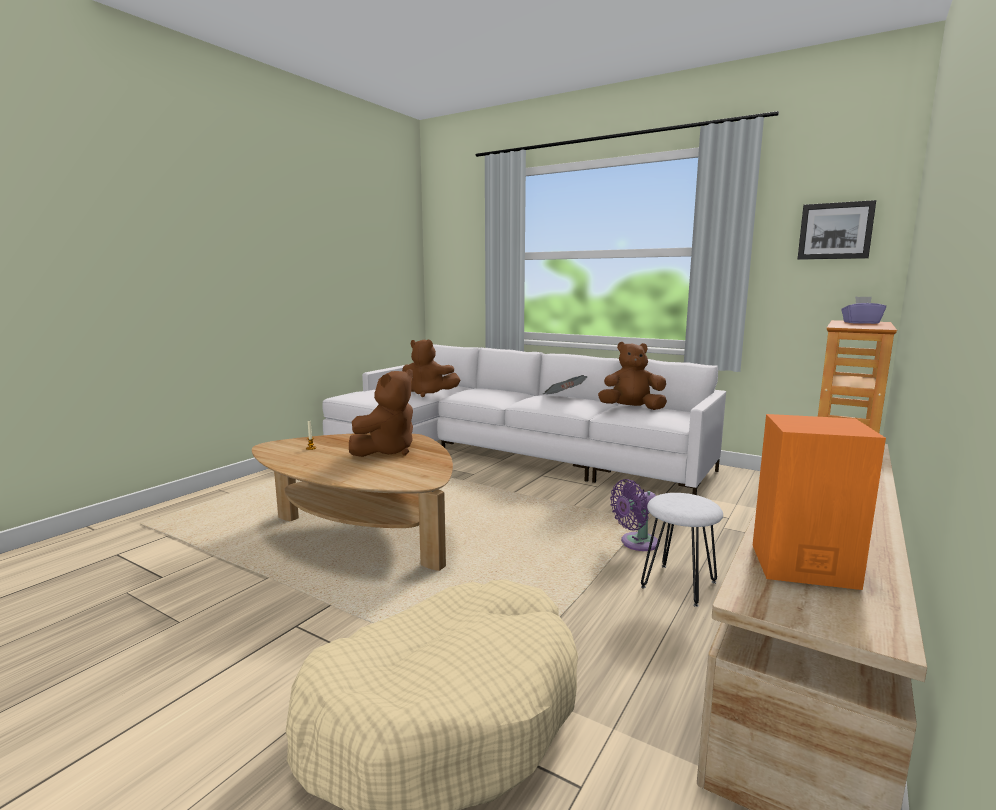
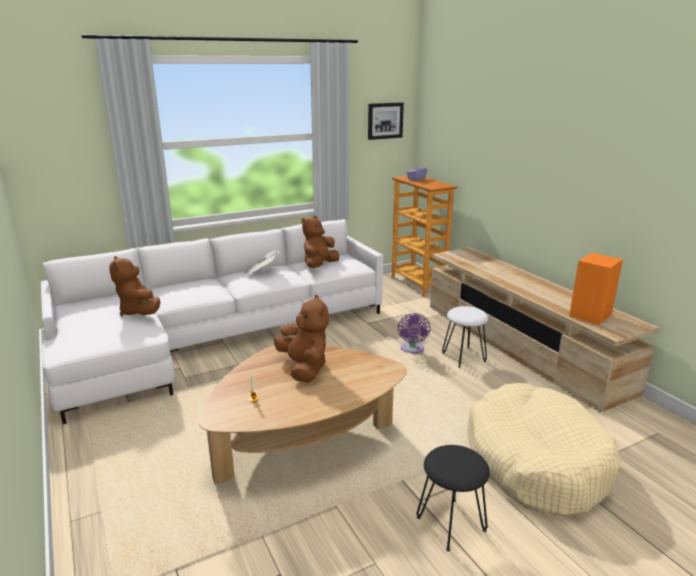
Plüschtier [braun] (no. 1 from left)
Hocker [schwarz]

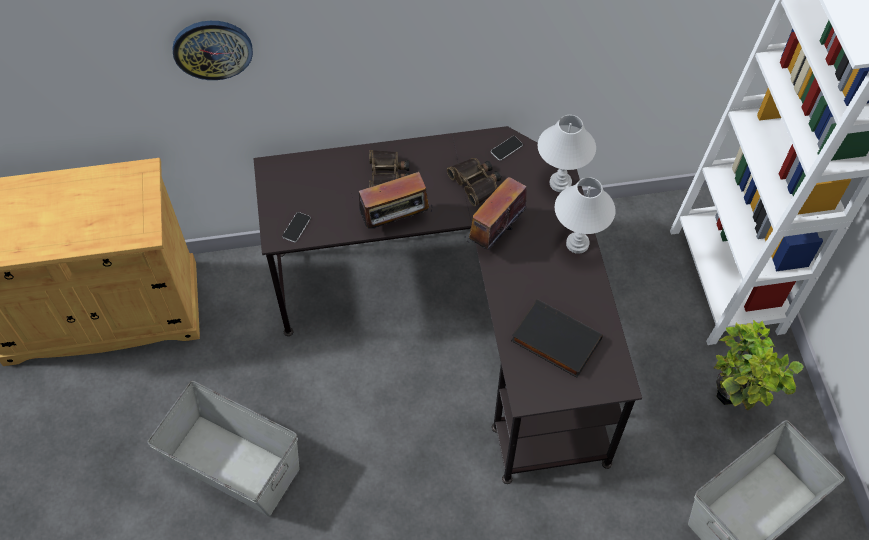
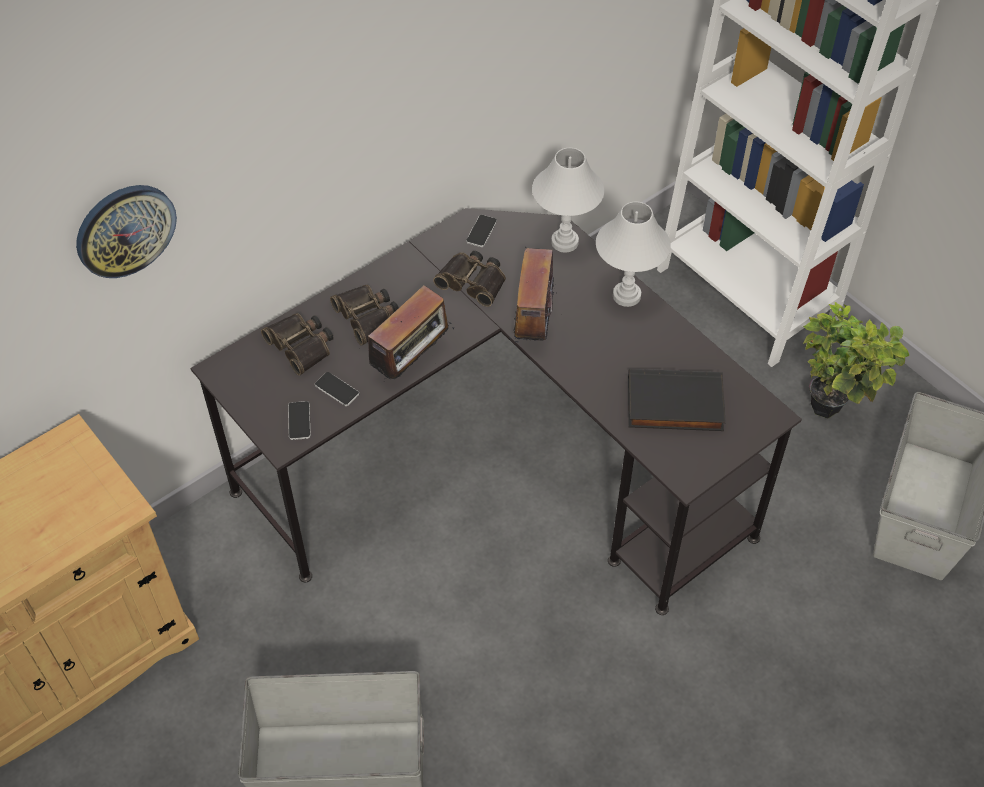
Fernglas (no. 1 from left)
Handy (no. 2 from left)

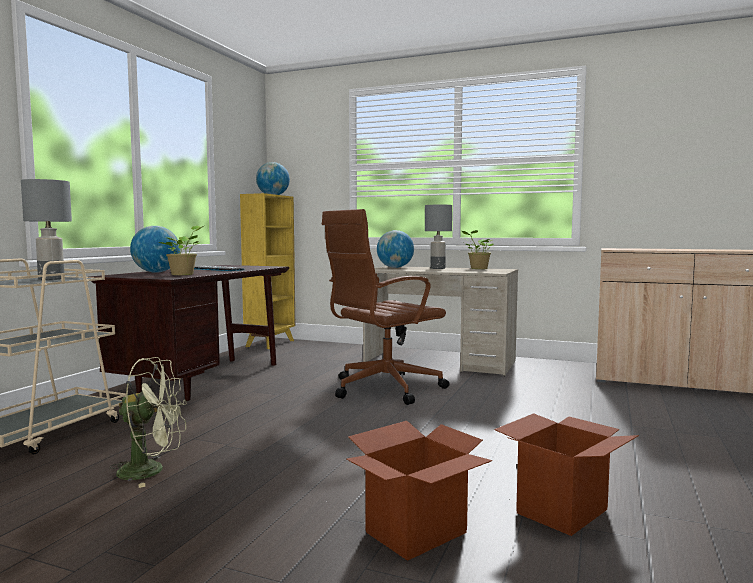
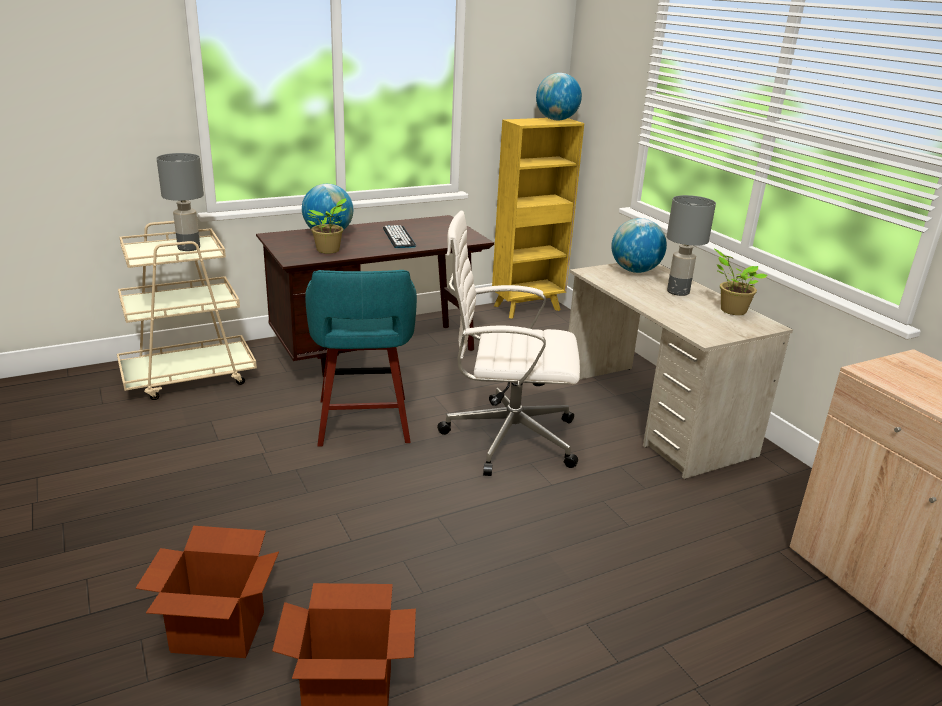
Hocker [türkis]
Bürostuhl [weiß]
Ventilator [grün]

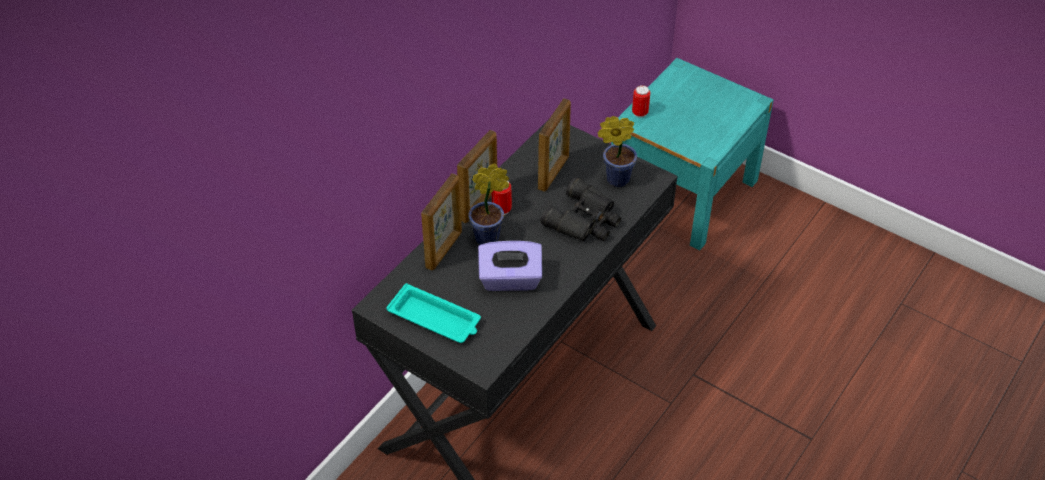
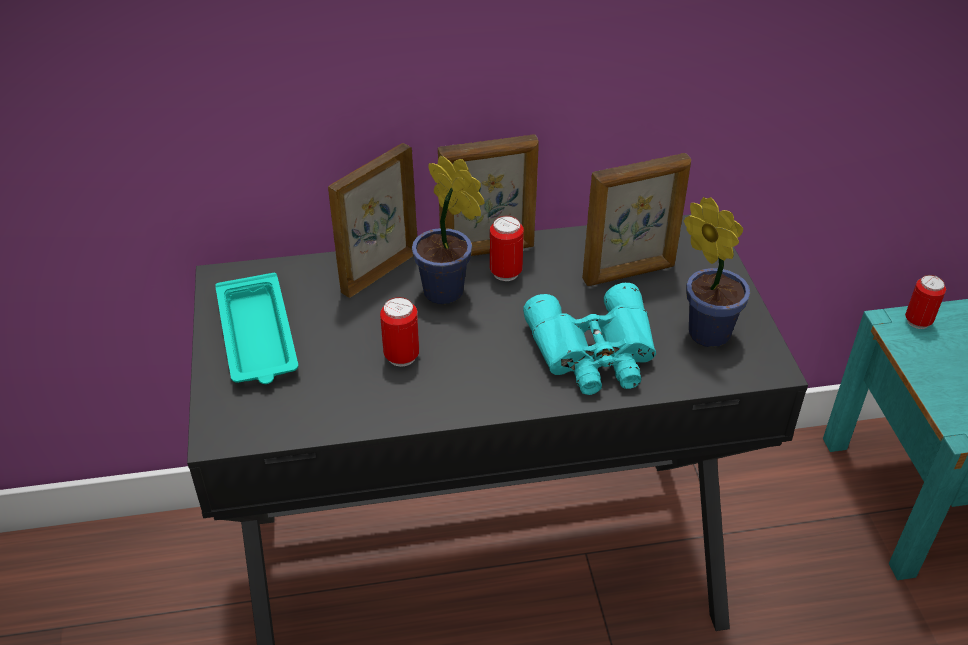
Bilderrahmen (no. 1 from left)
Dose (no. 1 from left)
Fernglas [türkis]

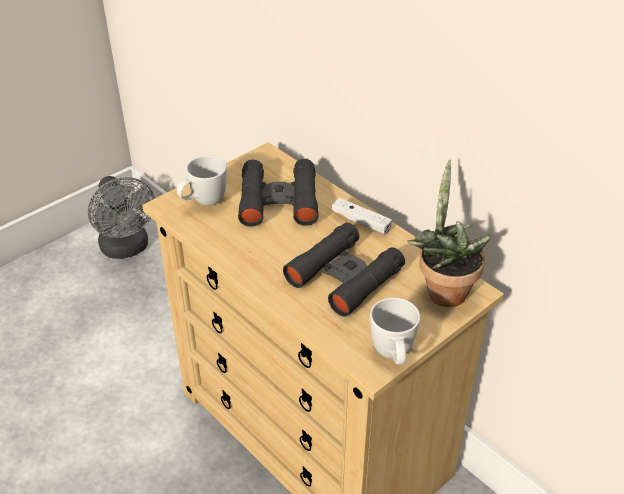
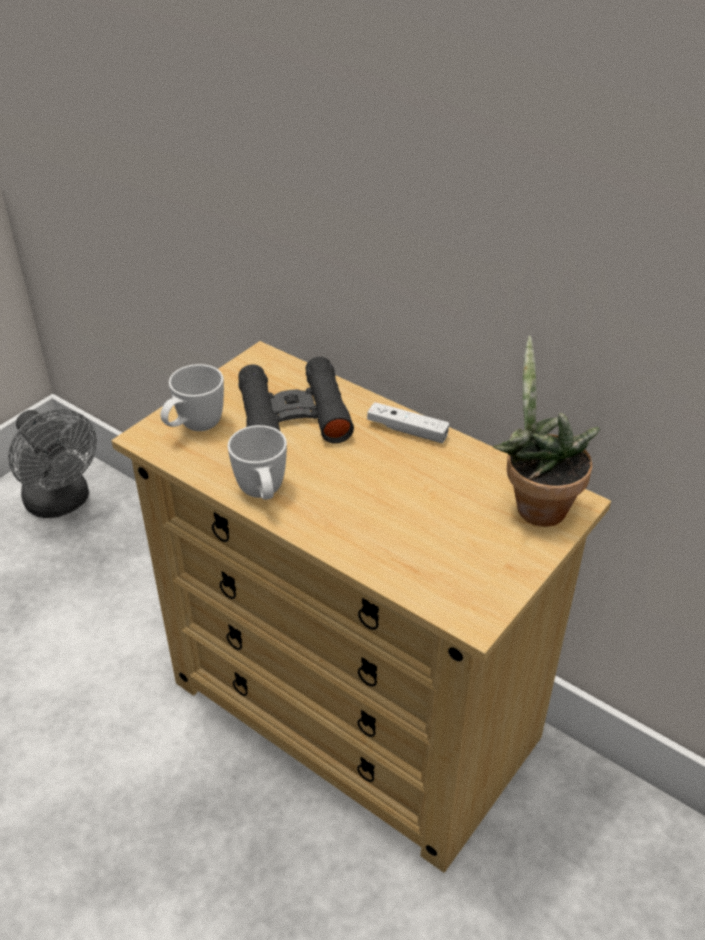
Henkelbecher [weiß] (no. 2 from left)
Fernglas [schwarz] (no. 2 from left in the first image)

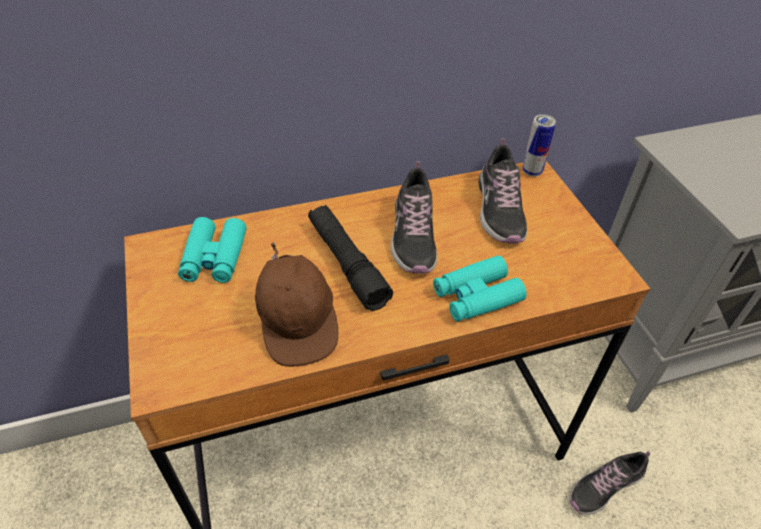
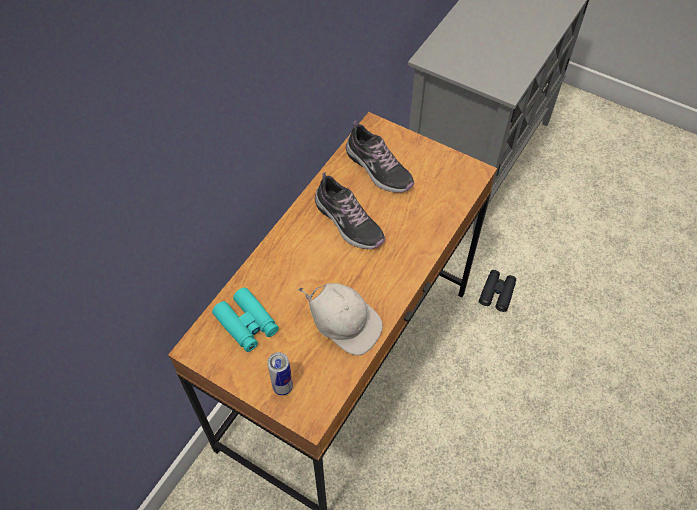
Dose
Kappe [weiß]
Fernglas [schwarz]
Taschenlampe [schwarz]
Fernglas [türkis] (no. 2 from left in the first image)

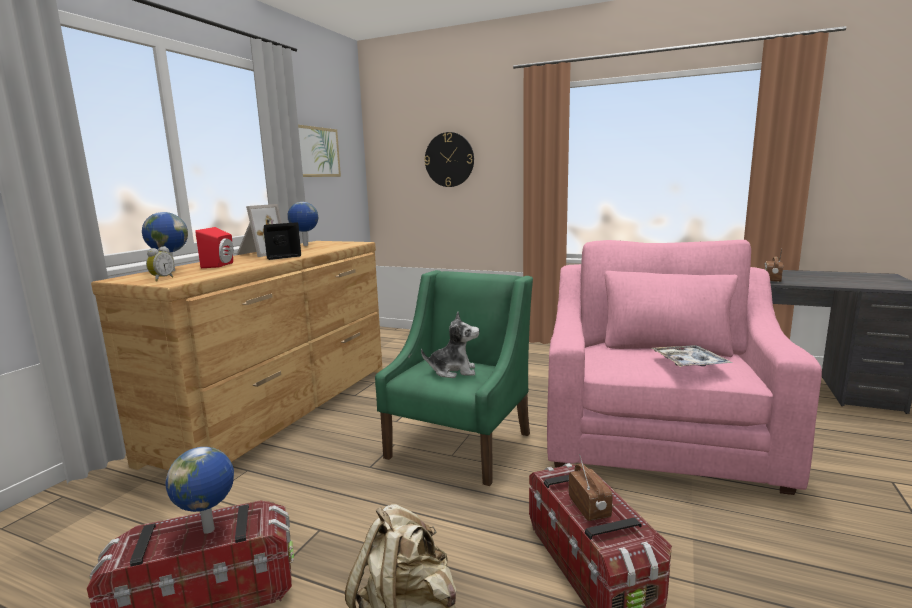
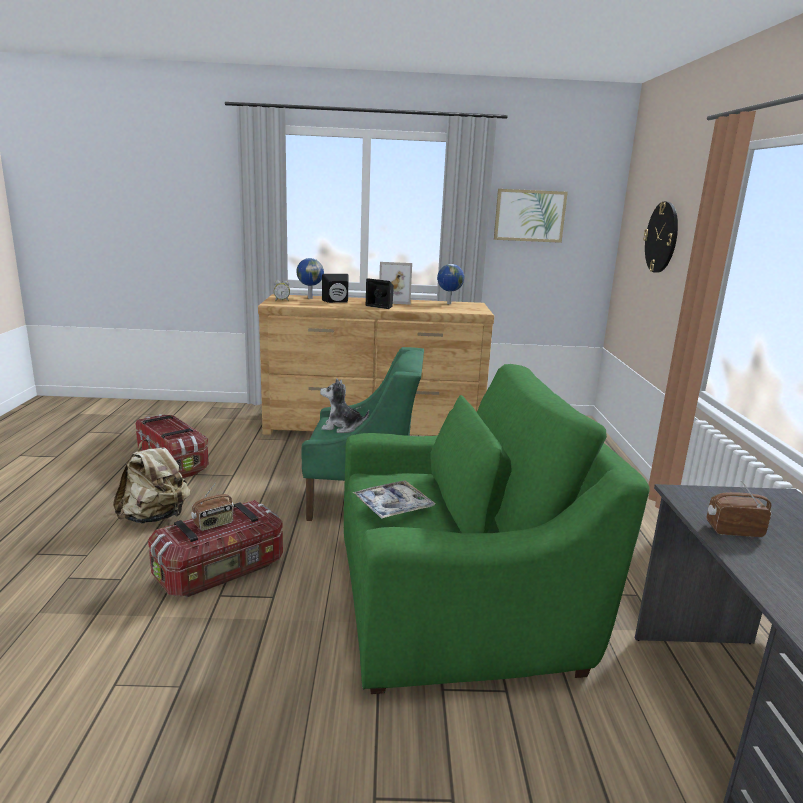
Plüschtier
Lautsprecher [schwarz] (no. 1 from left)
Sessel [grün] (no. 2 from left)
Globus (no. 2 from left in the first image)

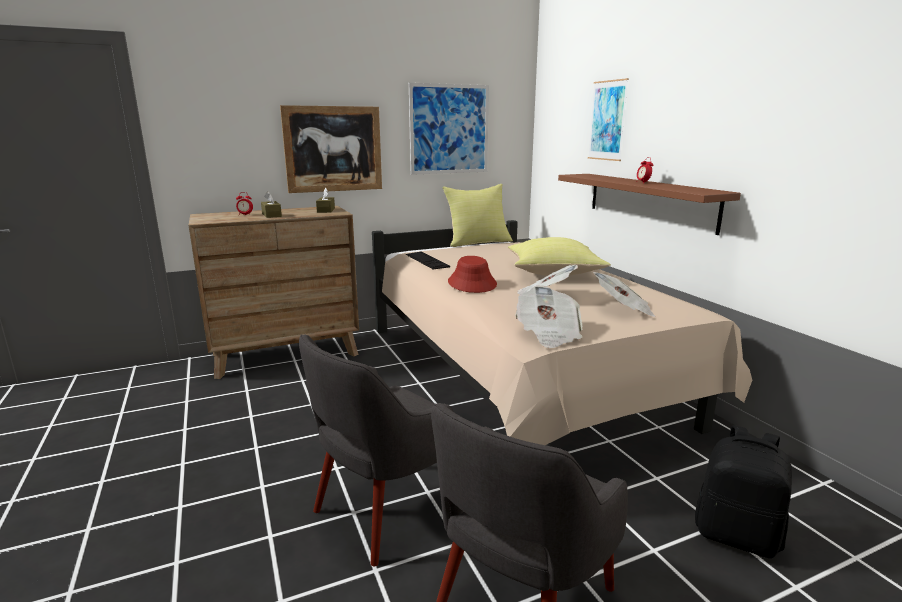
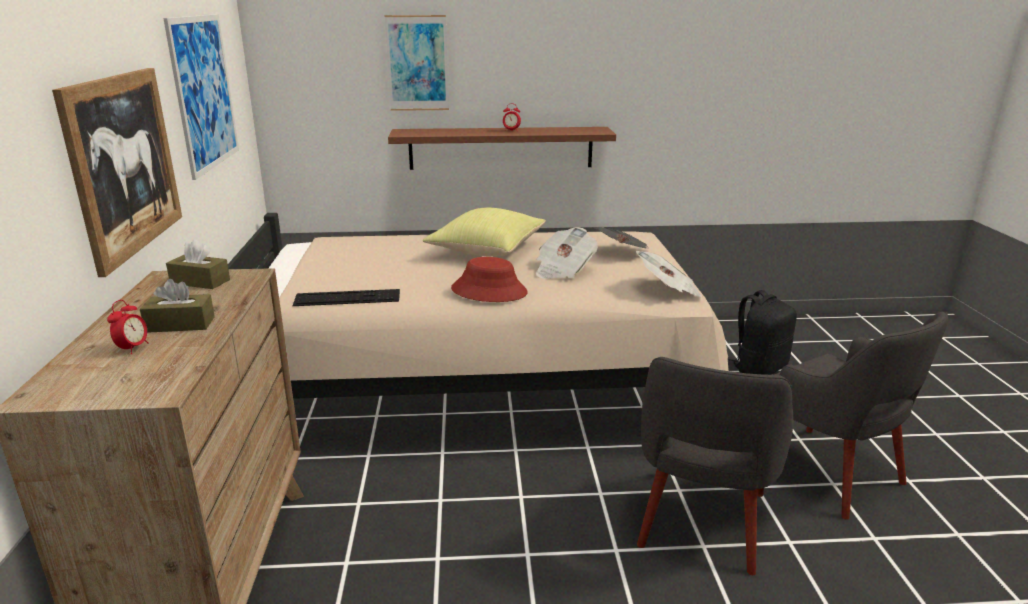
Sessel [grau] (no. 1 from left)
Kissen [gelb] (no. 1 from left in the first image)

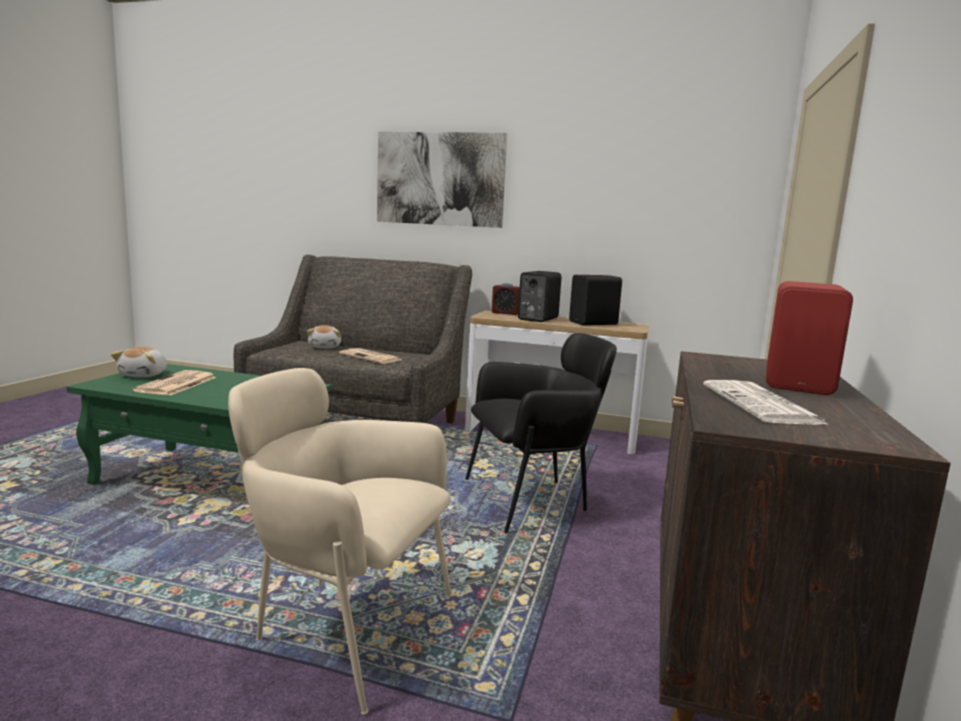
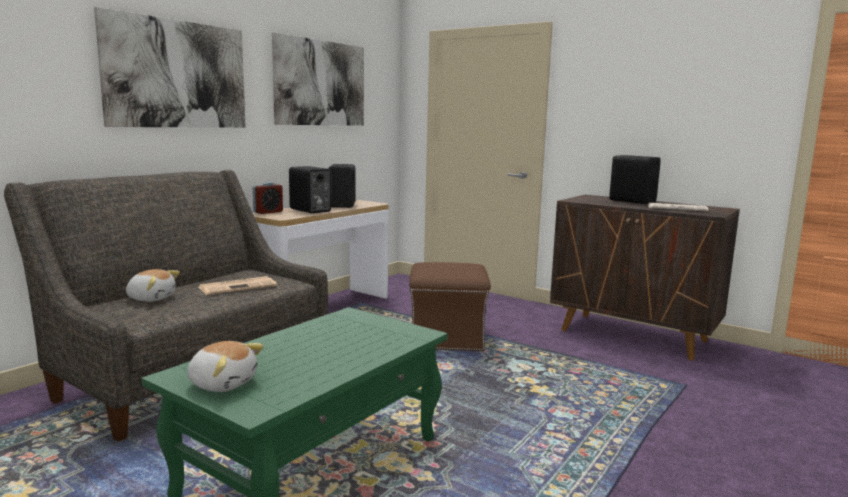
Bild (no. 2 from left)
Polsterhocker [braun]
Lautsprecher [schwarz] (no. 3 from left)
Zeitung (no. 1 from left in the first image)
Sessel [beige]

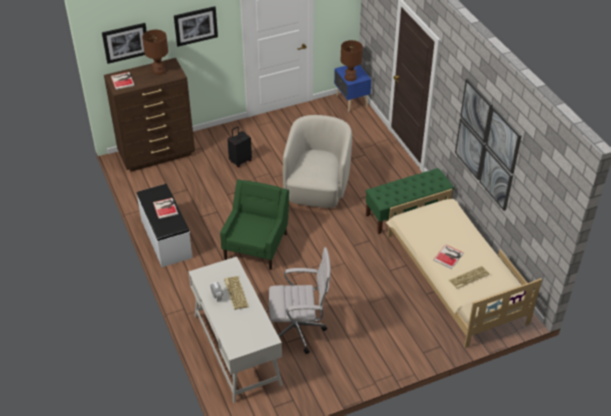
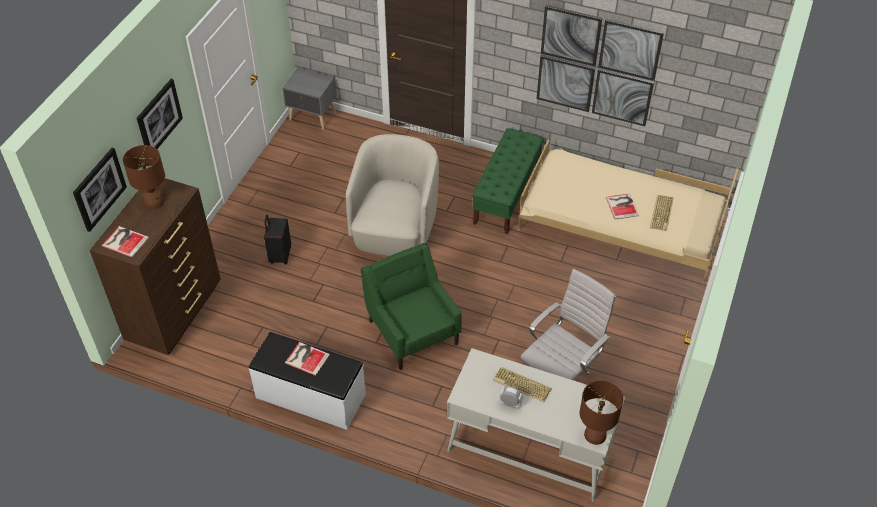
Nachttisch [grau]
Sessel [beige]
Tischlampe [braun] (no. 2 from left)

